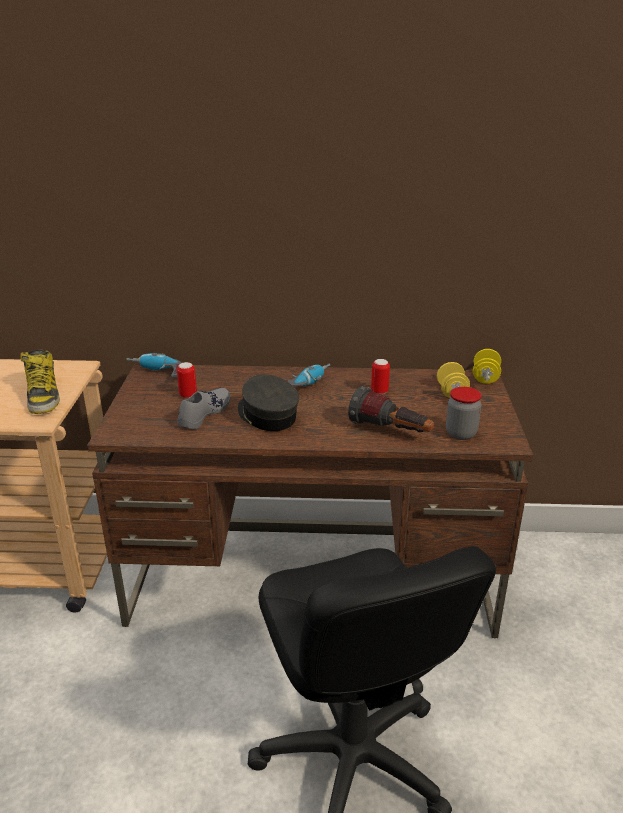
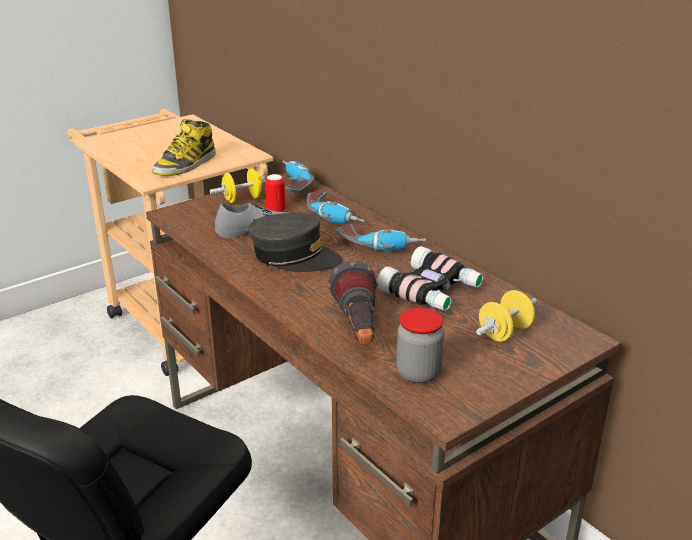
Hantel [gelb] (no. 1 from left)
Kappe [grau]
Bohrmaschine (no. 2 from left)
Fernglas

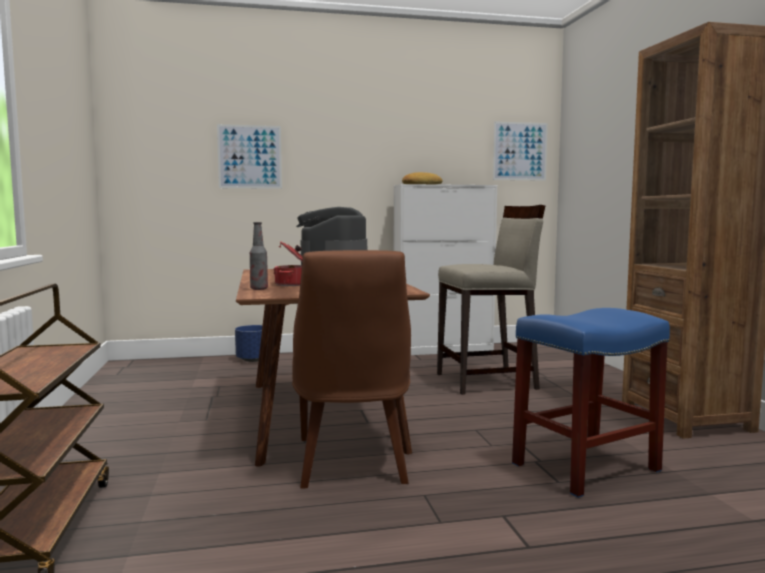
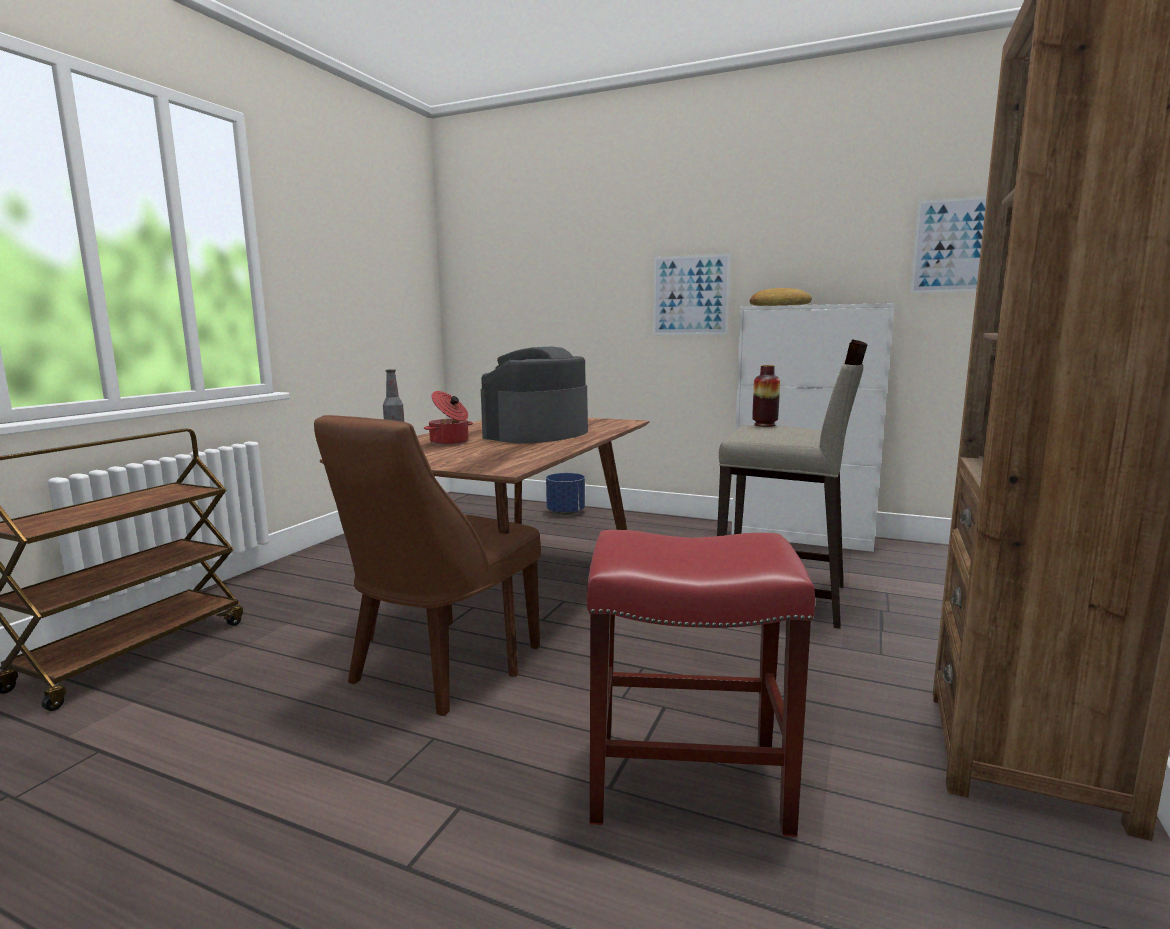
Hocker [rot]
Bild (no. 1 from left)
Vase

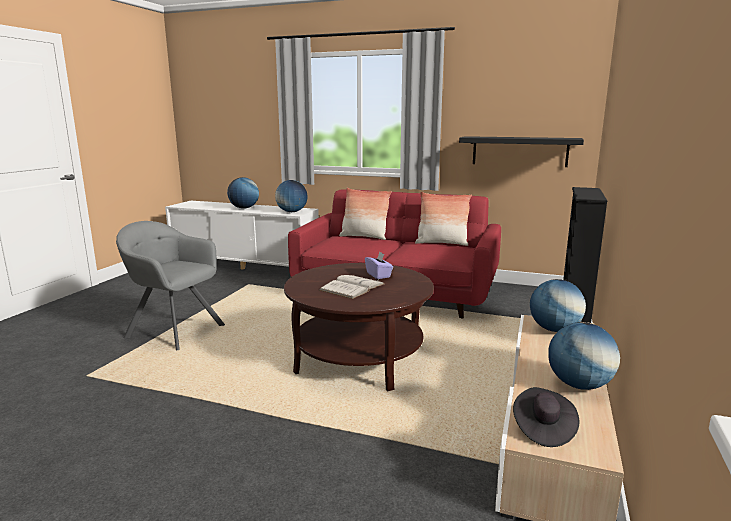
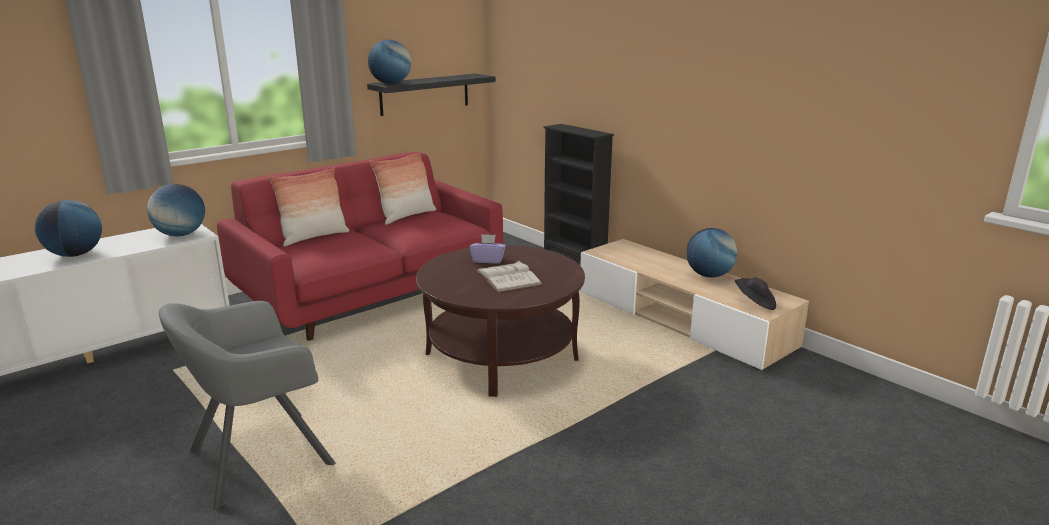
Globus (no. 3 from left)

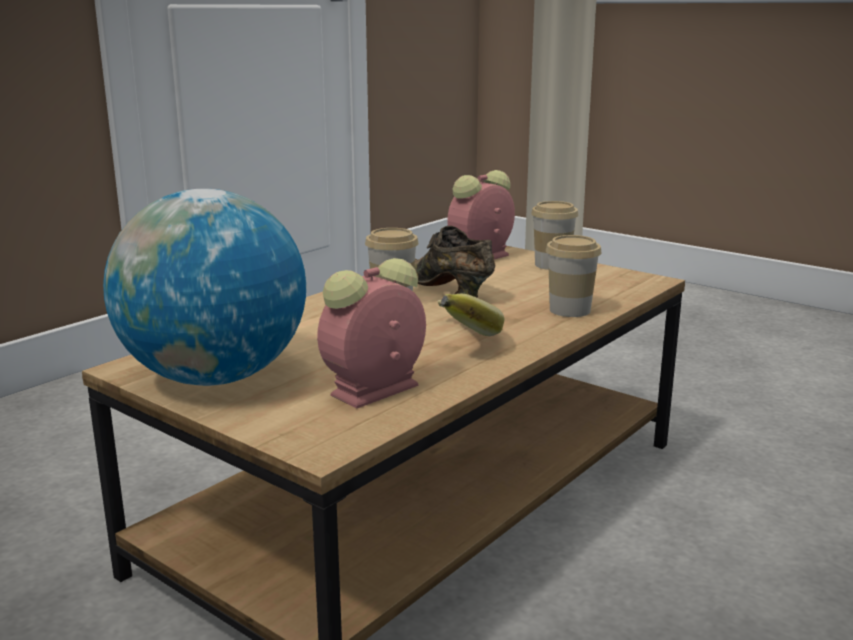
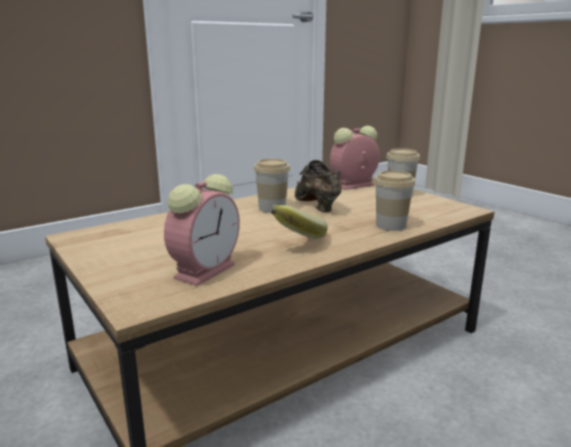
Wecker (no. 1 from left)
Globus

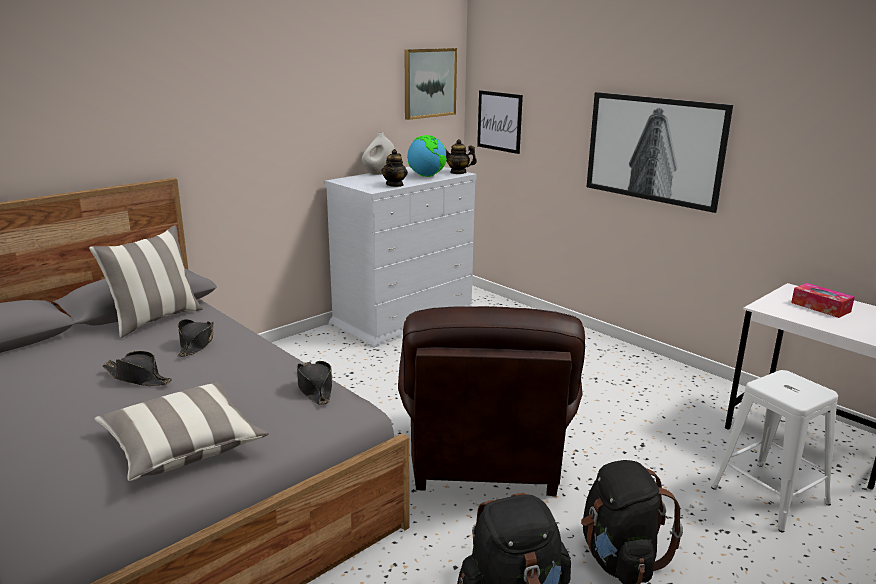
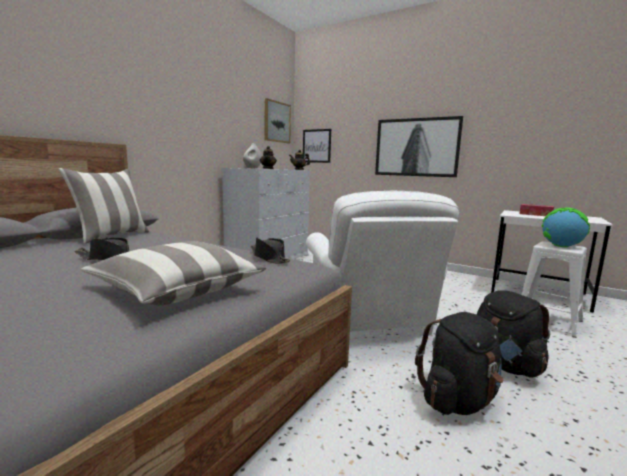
Sessel [weiß]
Globus
Hut [schwarz] (no. 2 from left in the first image)

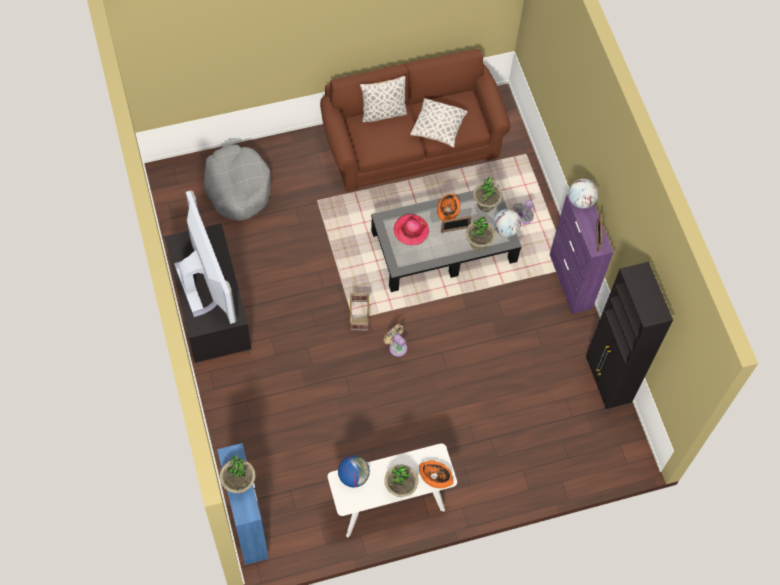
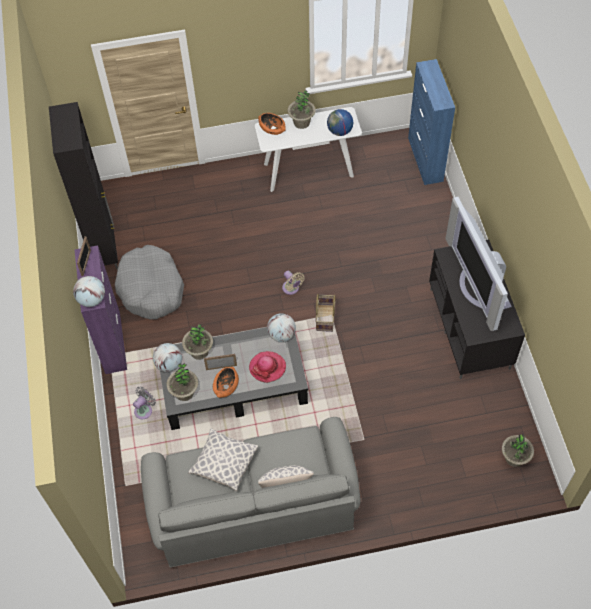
Hundebett [grau]
Sofa [grau]
Globus (no. 3 from left)
Topfpflanze (no. 4 from left)

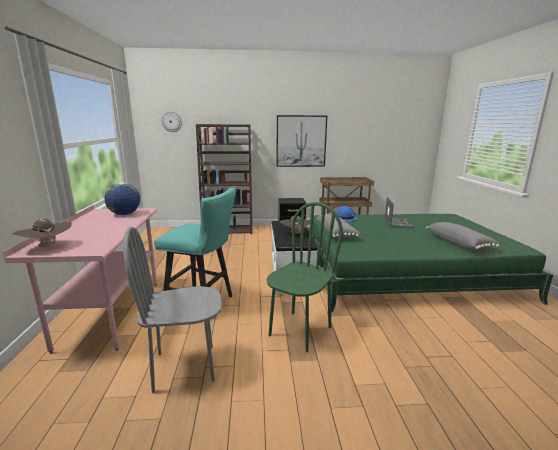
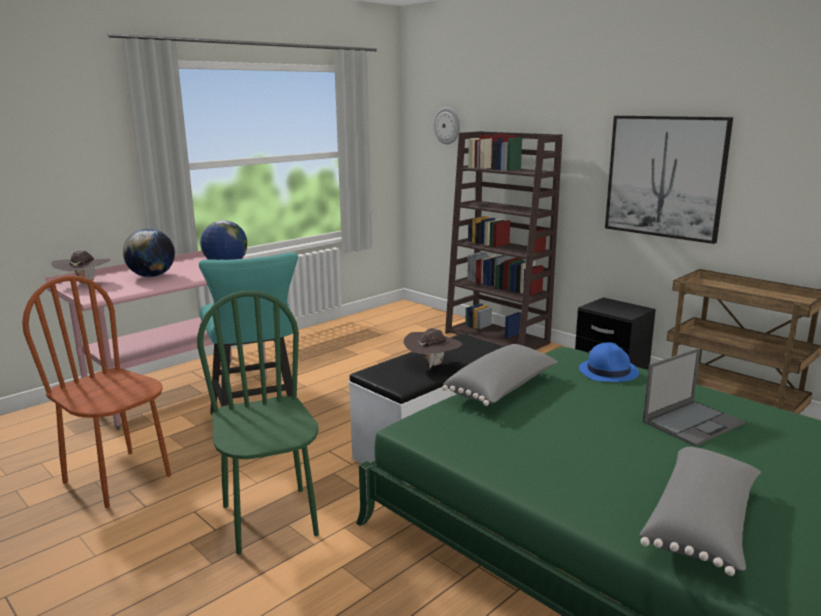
Stuhl [braun]
Globus (no. 1 from left)
Stuhl [grün]

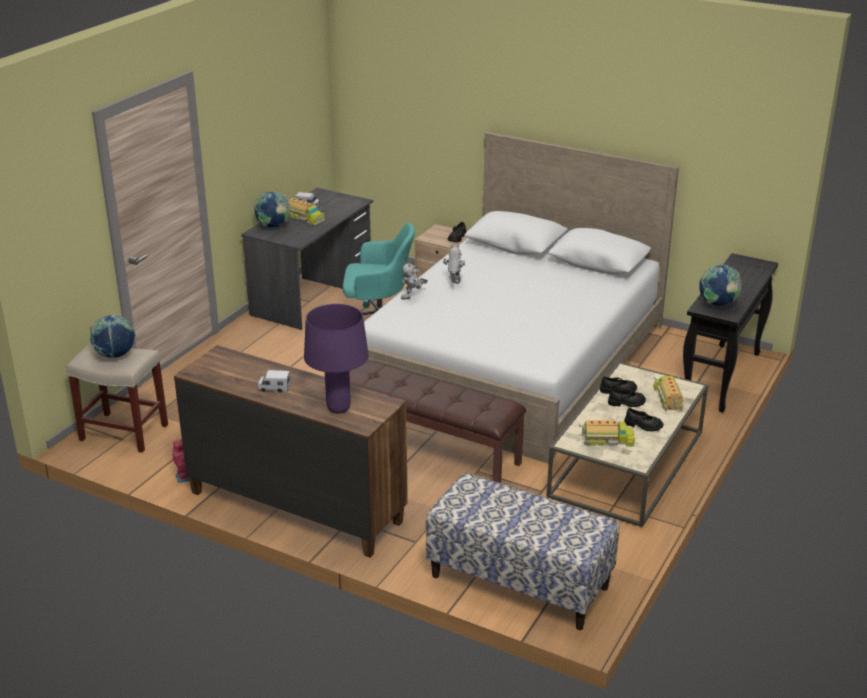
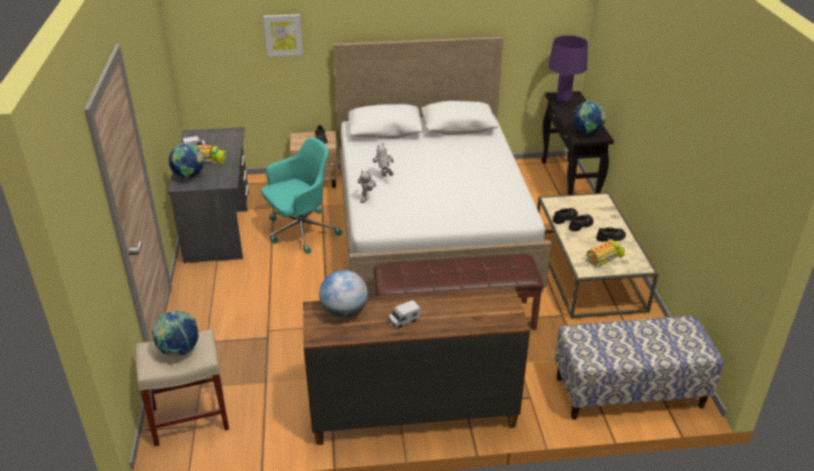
Bild
Globus (no. 3 from left)
Tischlampe [lila]
Spielzeugroboter (no. 1 from left in the first image)
Spielzeuglaster (no. 5 from left in the first image)

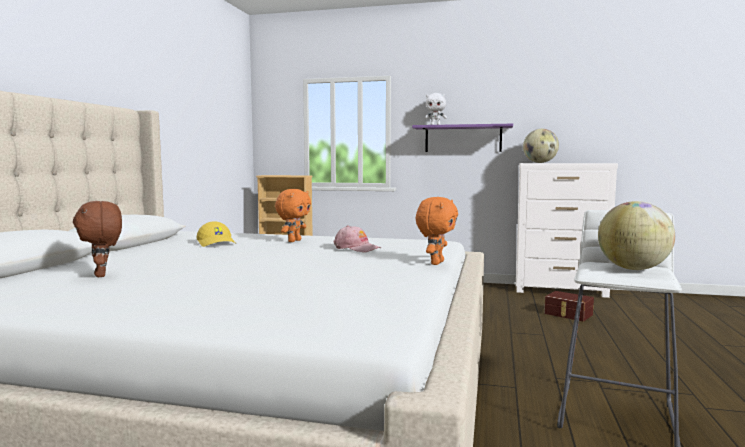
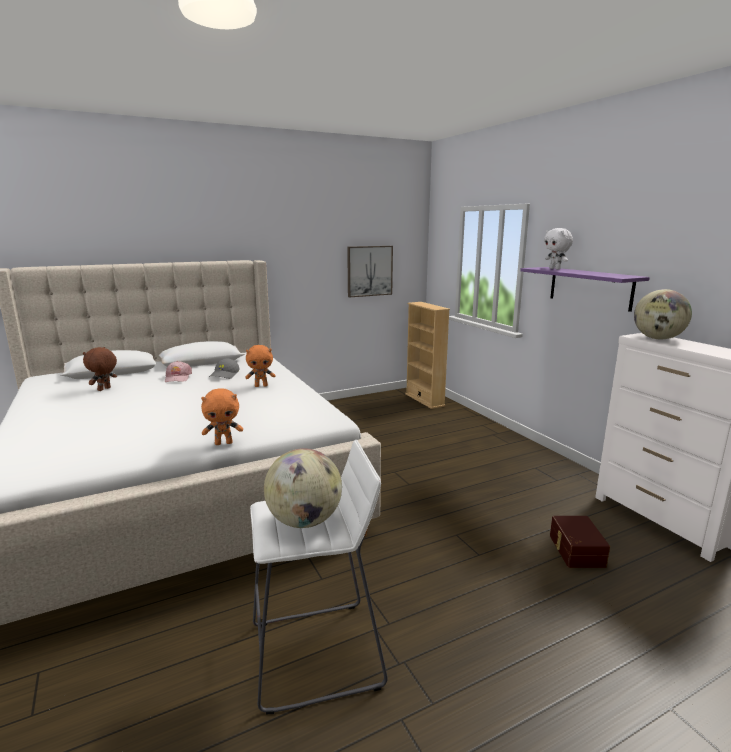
Kappe [rosa]
Kappe [grau]
Bild

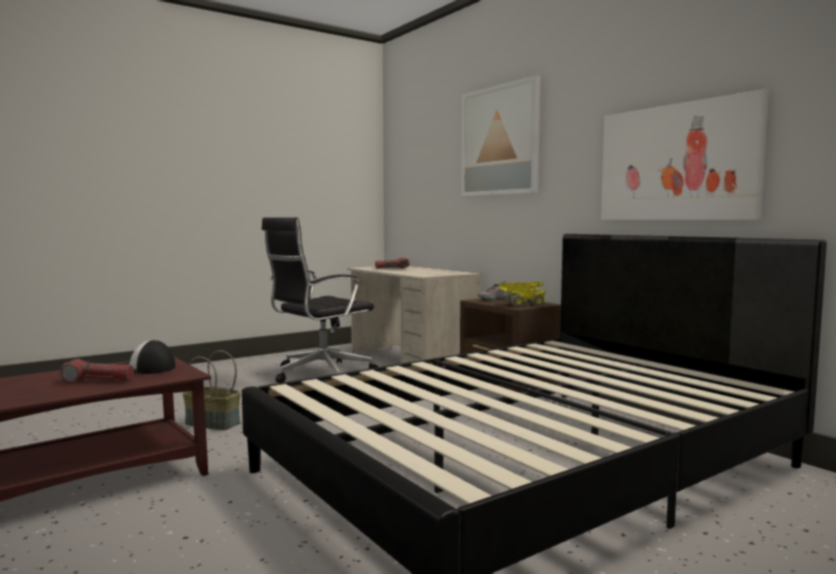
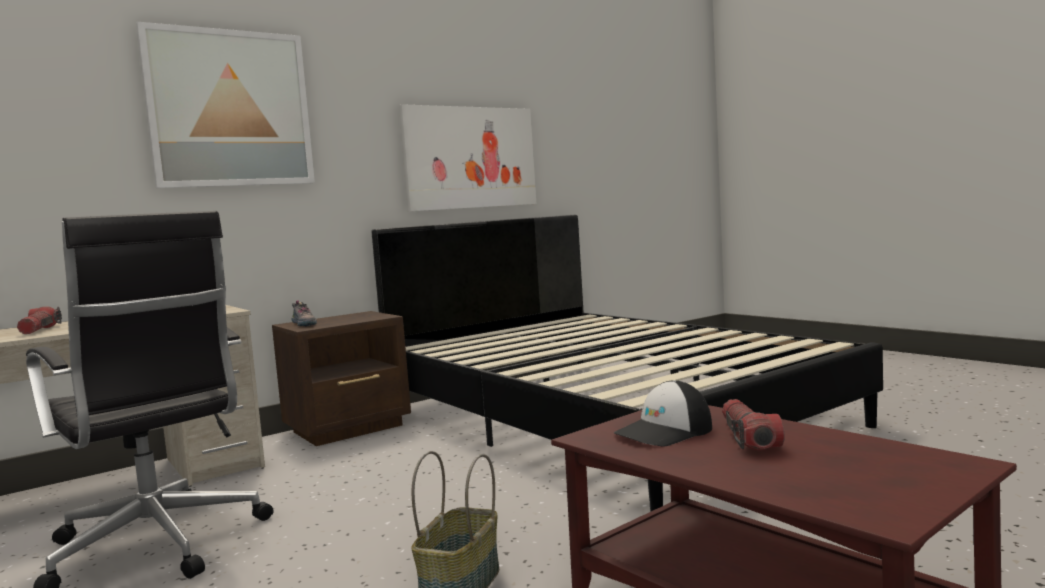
Kappe
Spielzeuglaster

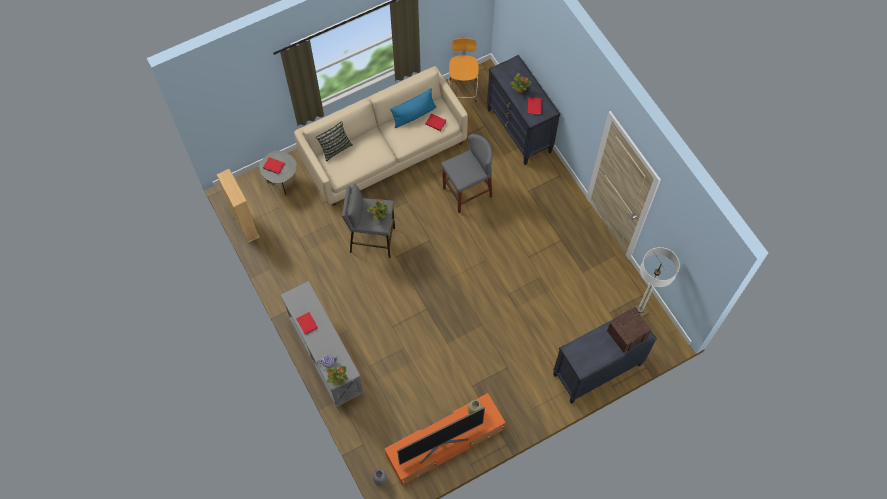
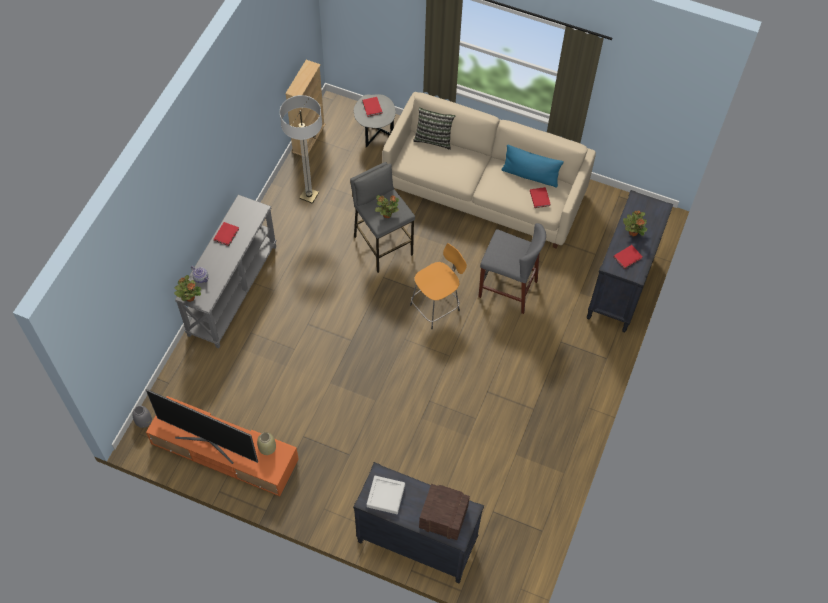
Stehlampe
Tablett [grau]
Hocker [orange]

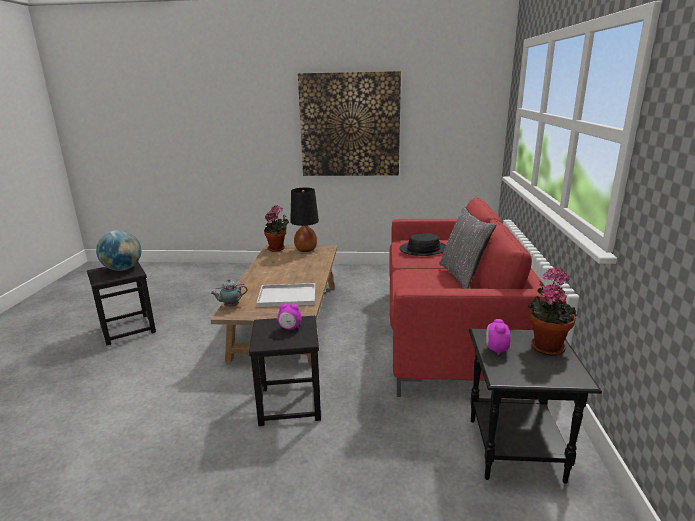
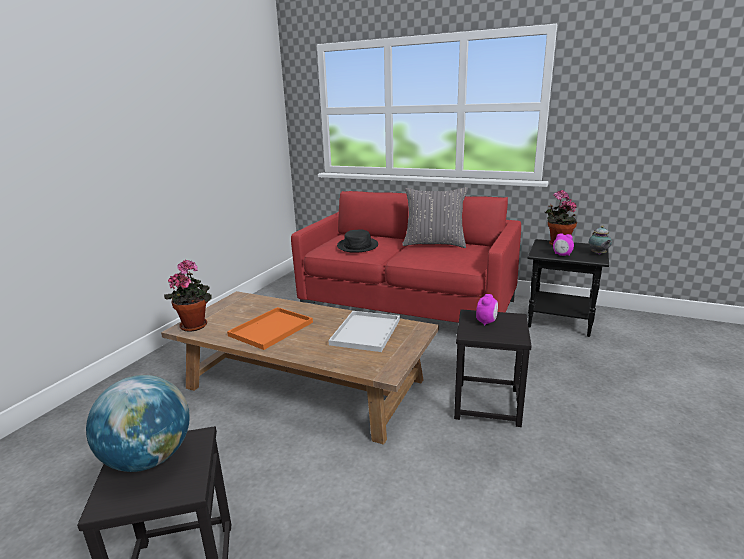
Tablett [orange]
Teekanne
Tischlampe [schwarz]
Bild

